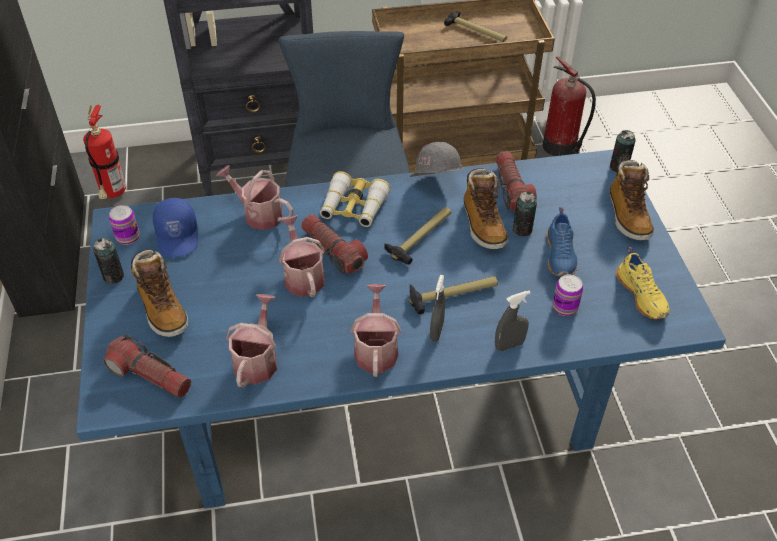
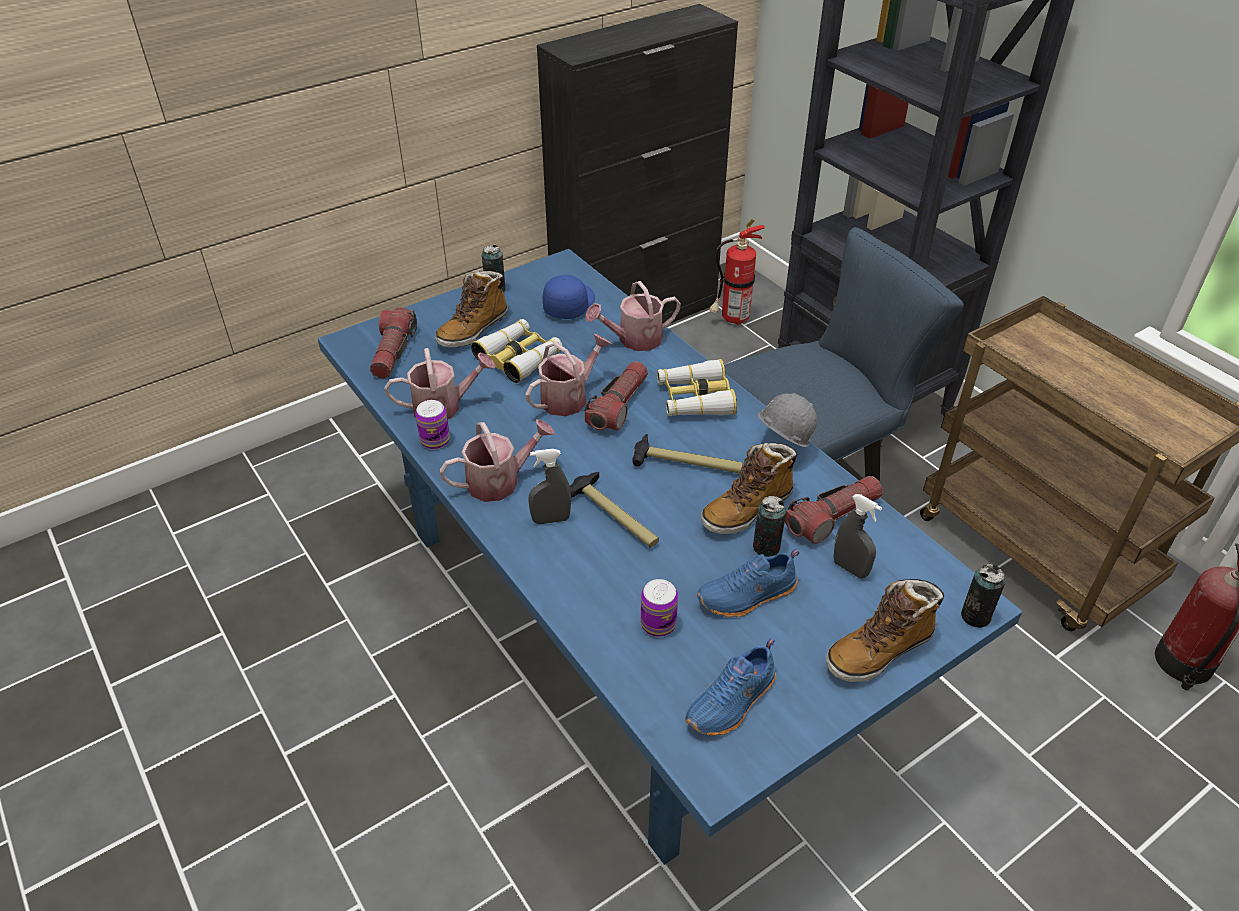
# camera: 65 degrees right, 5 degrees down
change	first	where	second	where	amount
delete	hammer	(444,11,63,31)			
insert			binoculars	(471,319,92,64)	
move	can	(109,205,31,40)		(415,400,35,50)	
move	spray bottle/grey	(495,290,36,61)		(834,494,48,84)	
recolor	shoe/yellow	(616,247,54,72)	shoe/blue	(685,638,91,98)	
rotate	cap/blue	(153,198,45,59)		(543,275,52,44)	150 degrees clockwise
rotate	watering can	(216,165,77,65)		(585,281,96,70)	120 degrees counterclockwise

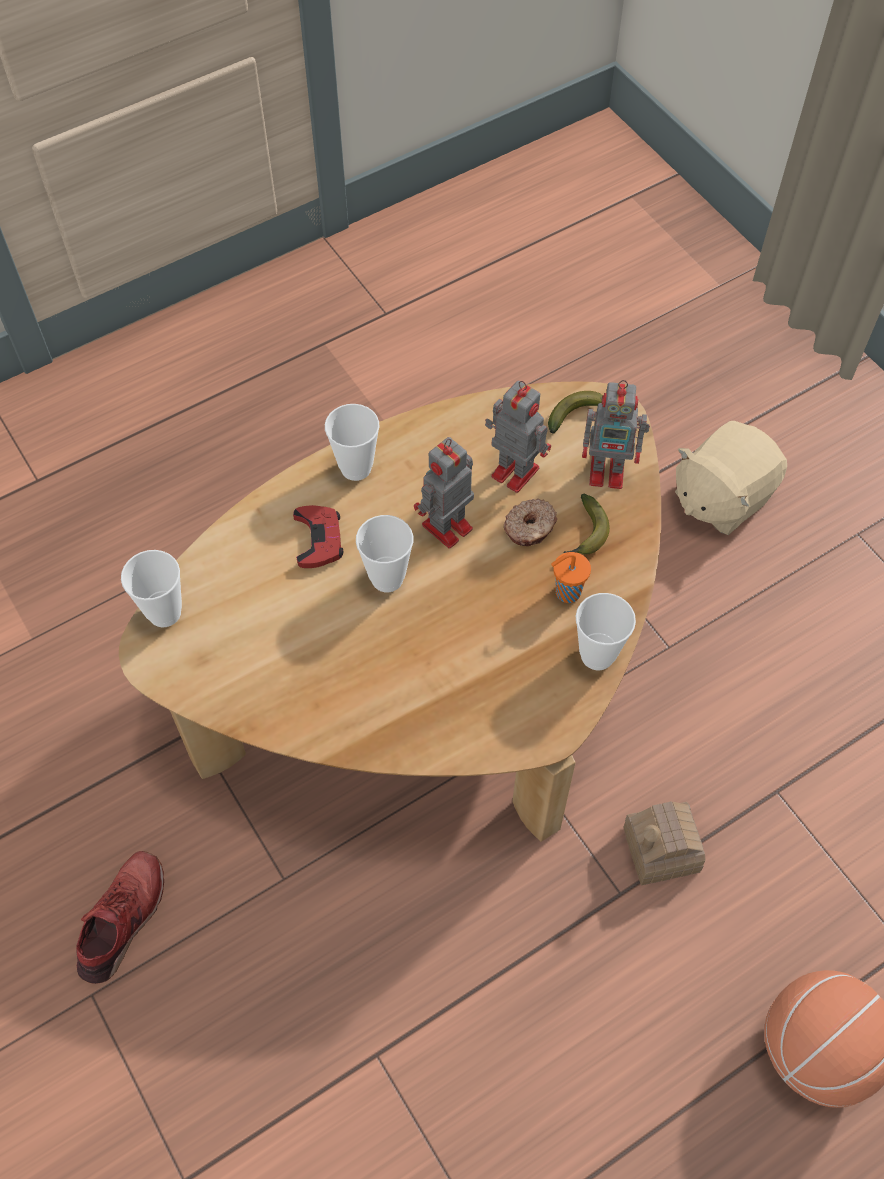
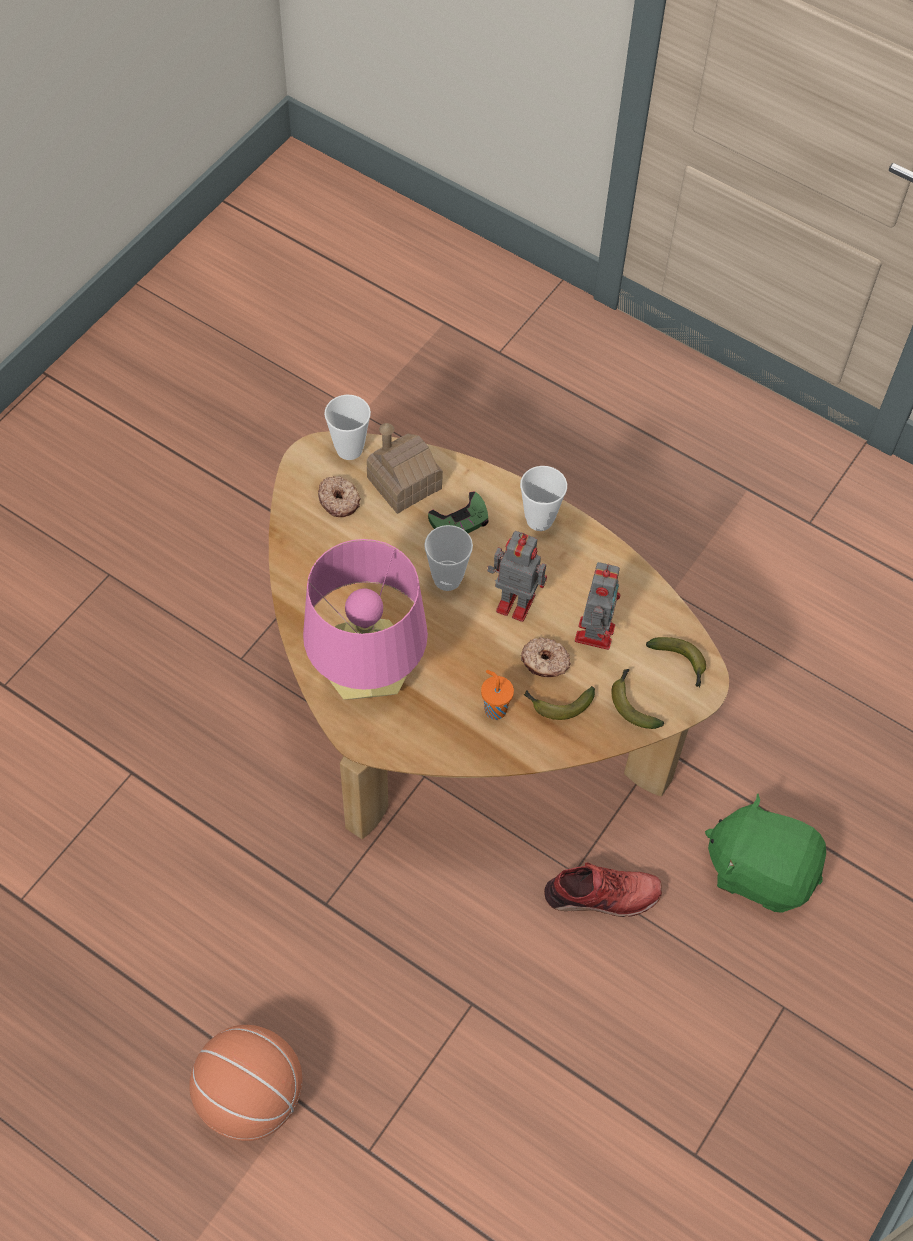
# camera: 65 degrees right, 0 degrees up
change	first	where	second	where	amount
delete	cup	(576,593,60,77)			
insert			table lamp/pink	(303,539,125,161)	
insert			donut	(318,476,43,41)	
move	shoe/red	(76,851,88,133)		(544,863,118,54)	
move	toy house	(623,801,83,84)		(367,423,76,91)	
replace	toy robot	(582,380,68,109)	banana	(611,669,53,60)	
recolor	game controller/red	(293,505,50,63)	game controller/green	(428,492,61,41)	
recolor	plush toy/beige	(675,421,112,114)	plush toy/green	(705,794,121,119)	

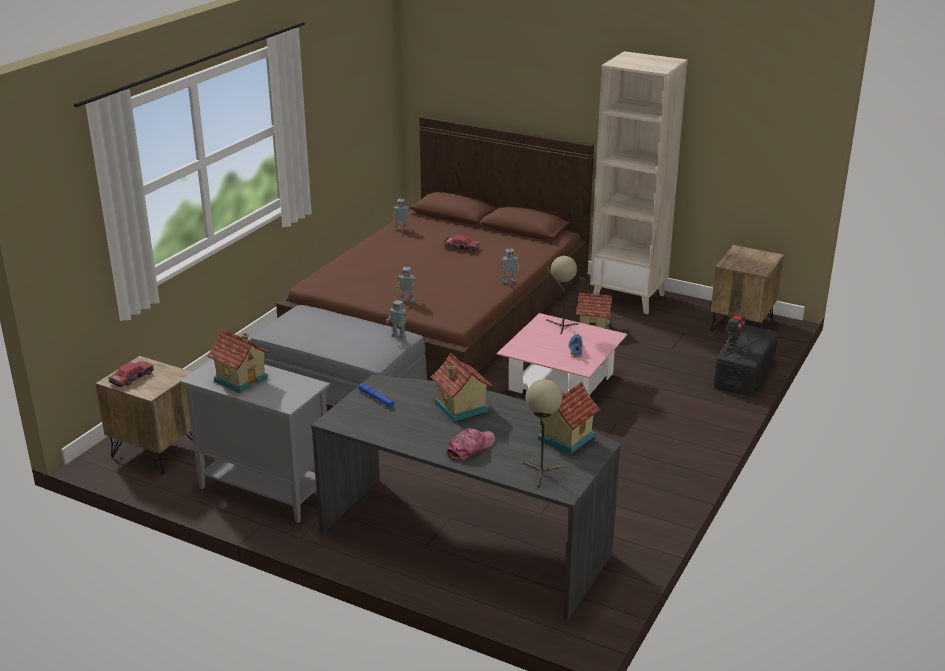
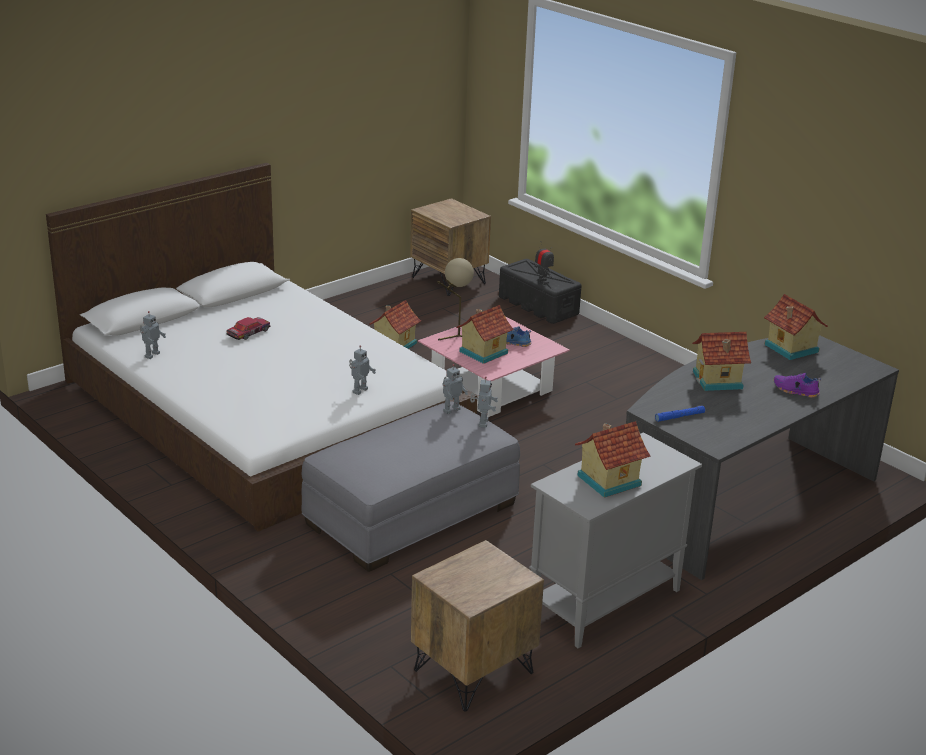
# camera: 70 degrees left, 0 degrees up
change	first	where	second	where	amount
delete	toy car	(108,361,46,26)			
delete	table lamp/beige	(523,379,39,109)			
delete	bookcase/beige	(590,51,97,263)			
insert			toy house	(456,305,58,59)	
move	toy robot	(501,246,18,38)		(470,376,28,52)	
replace	cap	(446,428,49,33)	shoe/purple	(774,373,47,25)	
recolor	bed/brown	(276,116,318,265)	bed/white	(46,163,432,369)	

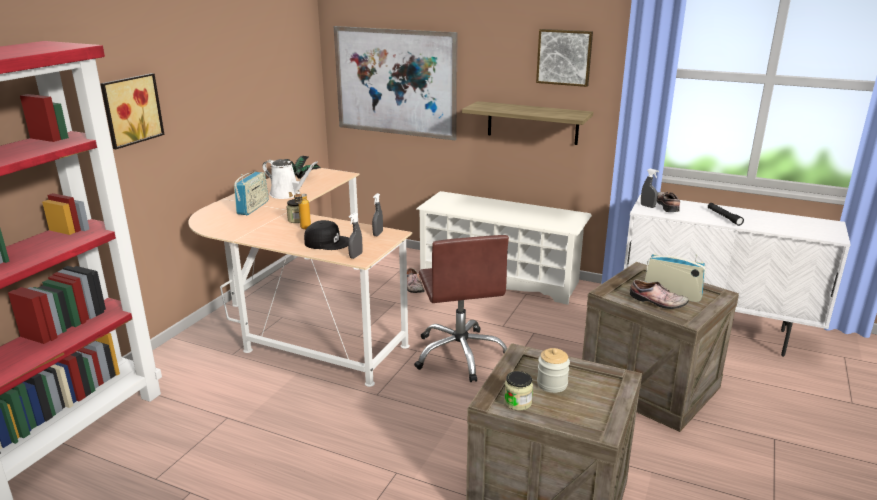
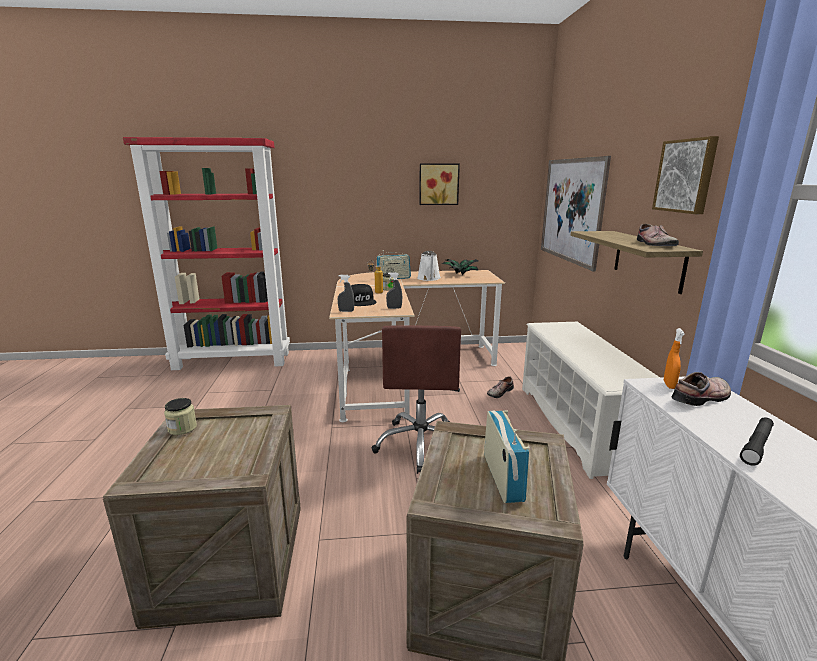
# camera: 60 degrees right, 5 degrees down
change	first	where	second	where	amount
delete	jar	(537,348,33,45)			
move	picture	(100,73,65,76)		(419,163,41,42)	
move	shoe	(630,279,58,30)		(637,224,42,22)	
recolor	spray bottle/grey	(641,169,18,39)	spray bottle/orange	(664,328,21,61)	
rotate	office chair/brown	(414,235,95,147)		(372,325,89,149)	45 degrees counterclockwise

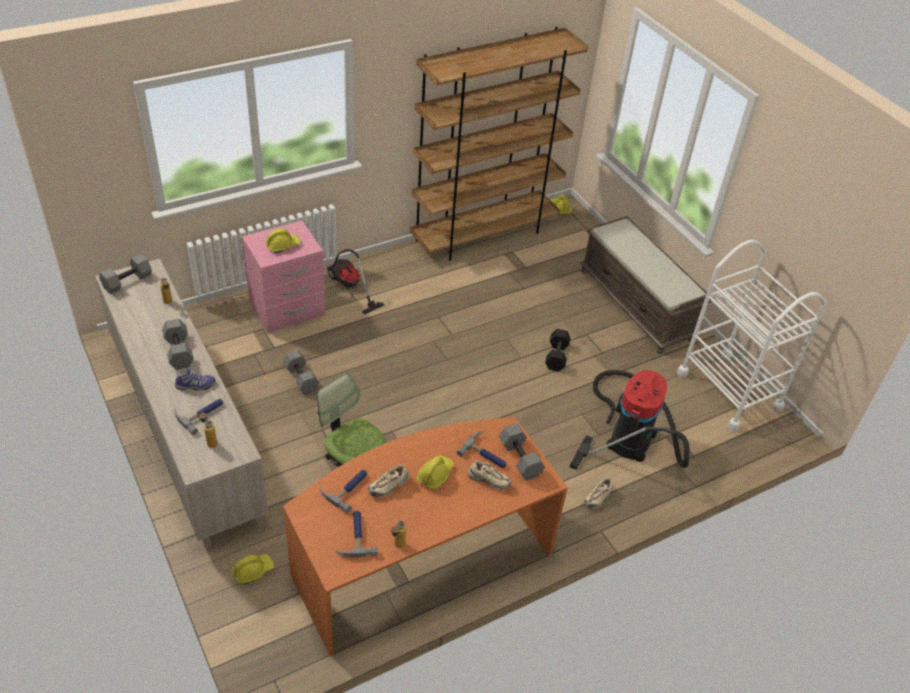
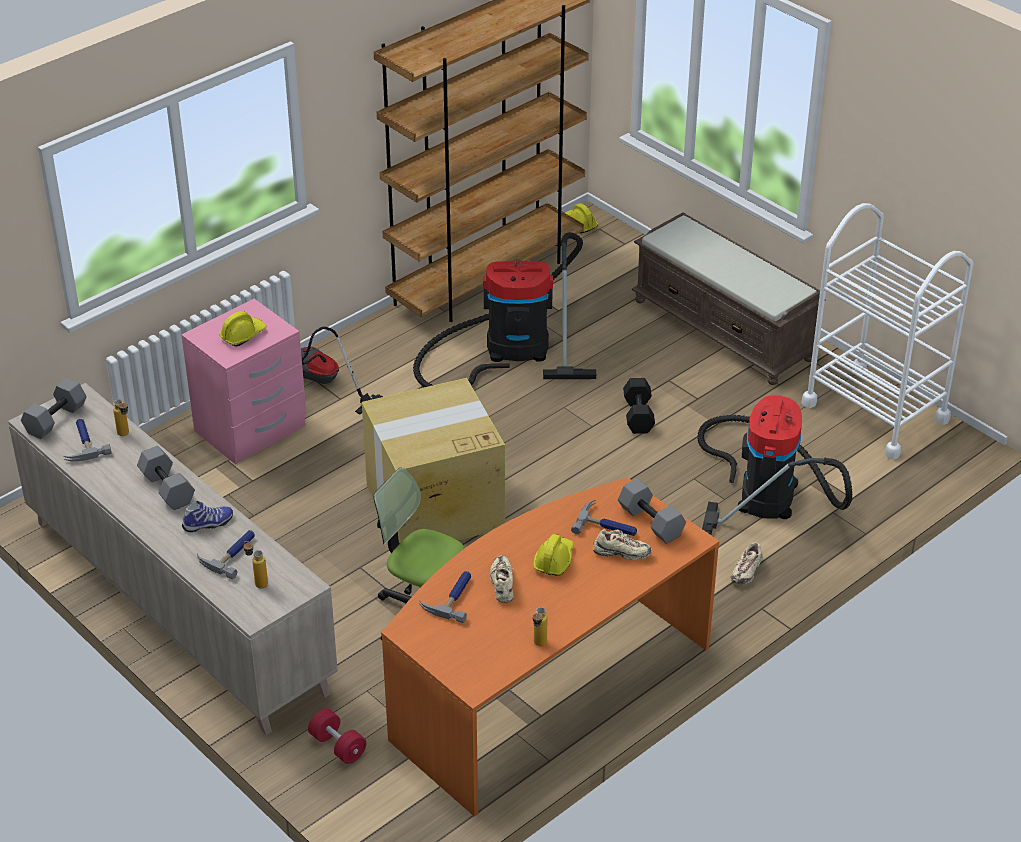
# camera: 10 degrees left, 5 degrees down
change	first	where	second	where	amount
delete	dumbbell/grey	(283,350,36,44)			
insert			cardboard box	(362,378,143,165)	
insert			vacuum cleaner	(413,232,183,155)	
move	hammer	(336,511,42,46)		(63,419,49,42)	
replace	hard hat/yellow	(232,554,42,30)	dumbbell/red	(308,708,59,56)	
rotate	shoe/beige	(367,464,43,33)		(490,555,24,48)	135 degrees clockwise

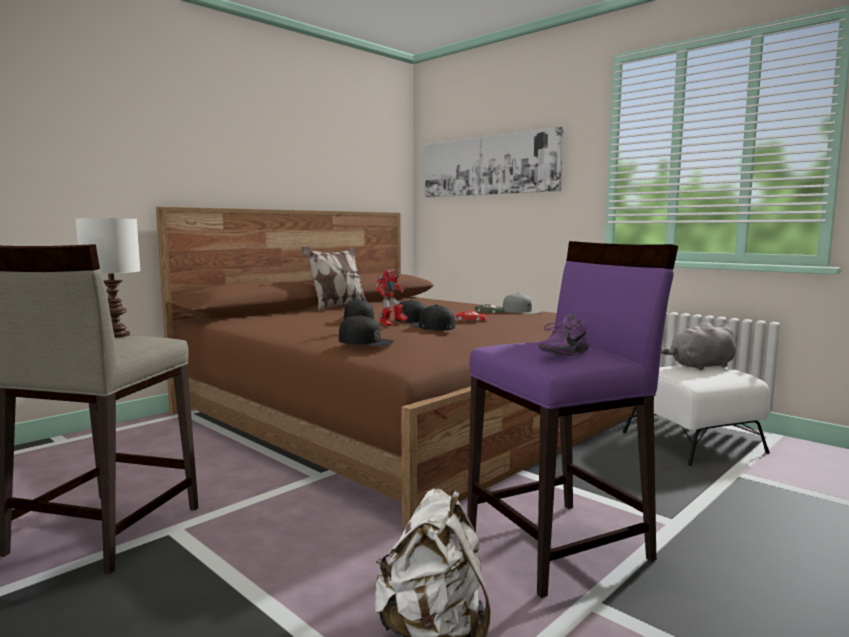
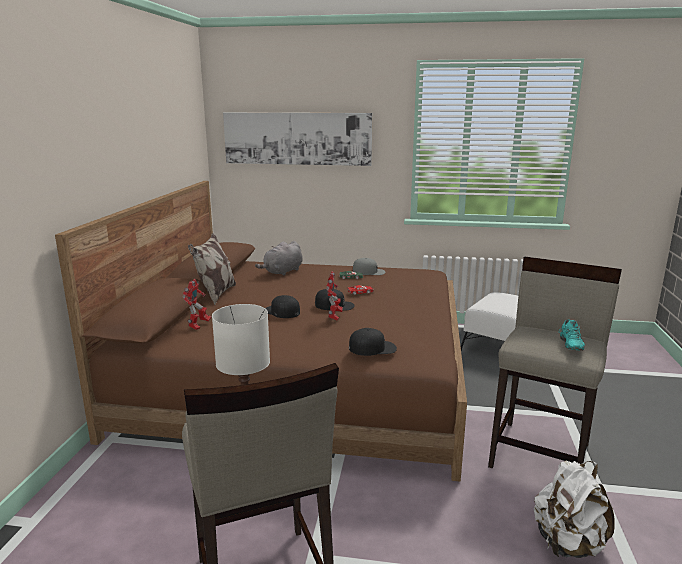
# camera: 35 degrees left, 10 degrees up
change	first	where	second	where	amount
delete	cap/black	(410,304,45,27)			
insert			toy robot	(182,279,29,51)	
move	plush toy/grey	(661,322,75,48)		(255,241,47,35)	
recolor	stool/purple	(467,241,211,357)	stool/beige	(488,257,134,211)	
recolor	shoe/purple	(539,314,50,42)	shoe/turquoise	(559,319,26,32)	

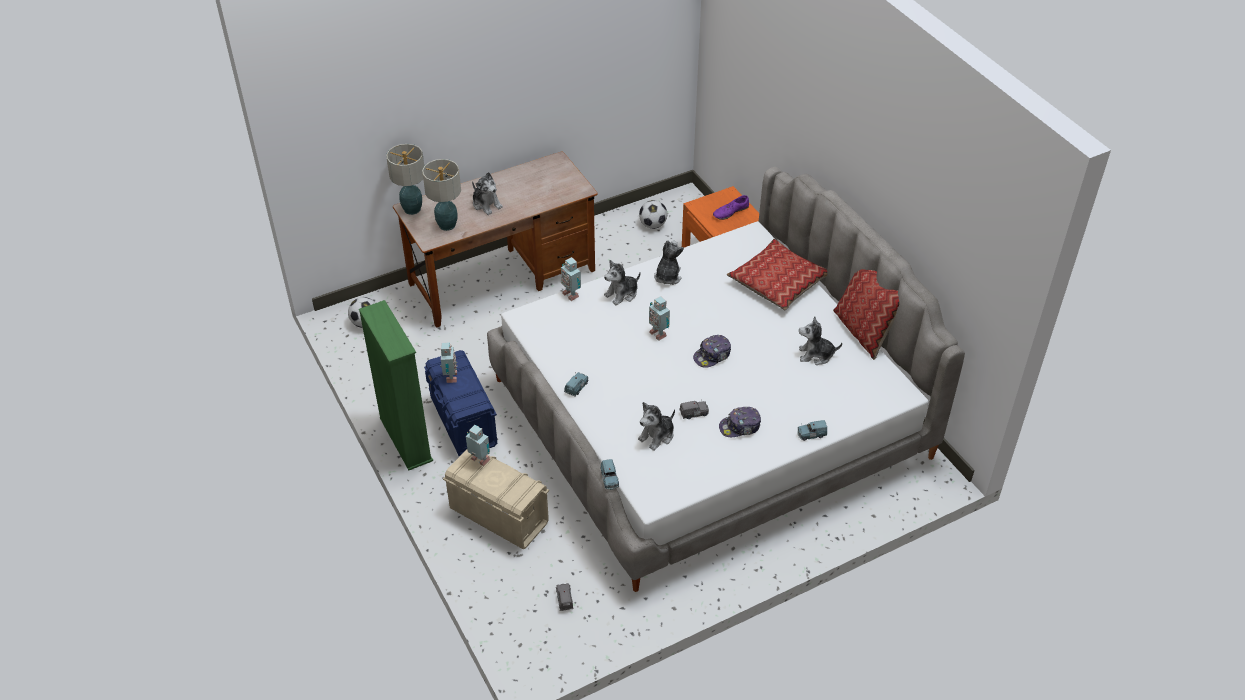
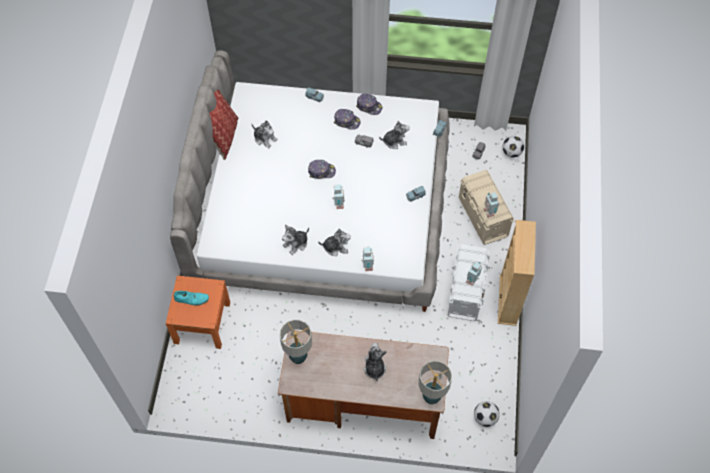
# camera: 145 degrees left, 15 degrees up
change	first	where	second	where	amount
delete	pillow	(727,239,100,71)			
insert			cap	(356,94,26,21)	
move	table lamp	(422,159,39,72)		(280,320,32,44)	
move	football	(639,200,28,29)		(502,136,22,22)	
recolor	bookcase/green	(359,300,74,170)	bookcase/beige	(498,220,38,106)	
recolor	storage box/blue	(424,350,73,107)	storage box/white	(448,244,42,77)	
recolor	shoe/purple	(713,195,36,25)	shoe/turquoise	(174,291,35,15)	

